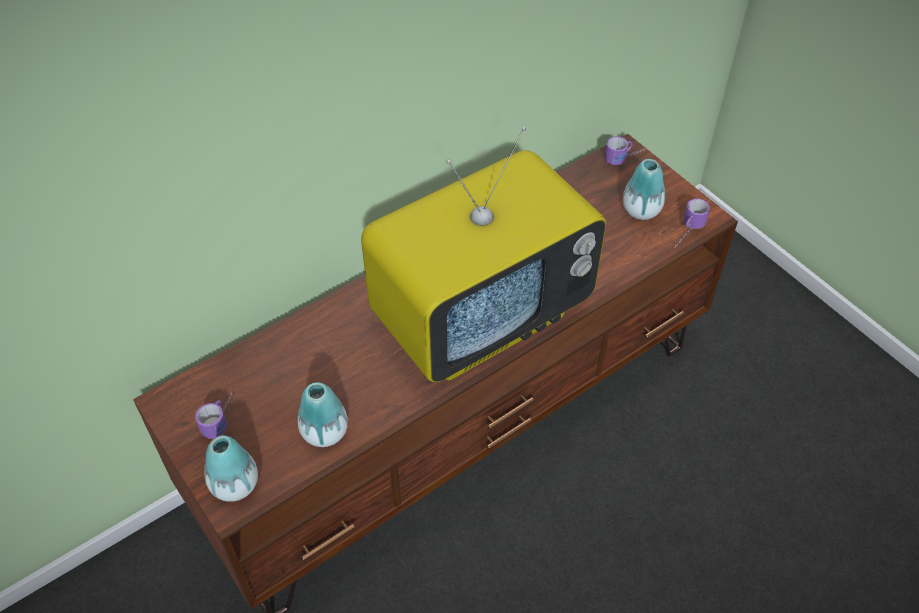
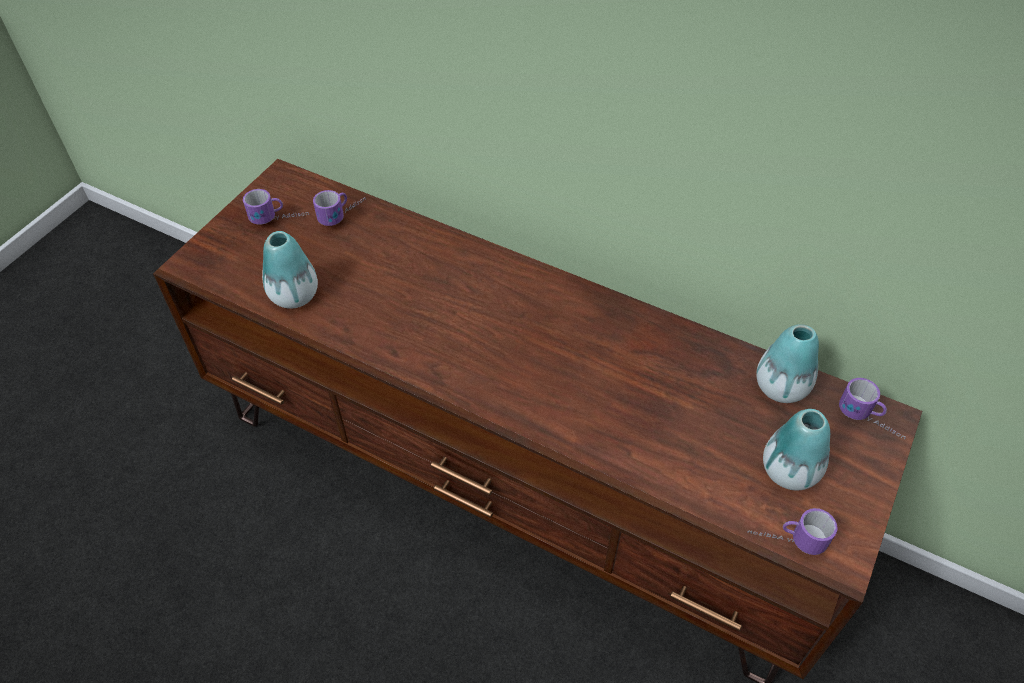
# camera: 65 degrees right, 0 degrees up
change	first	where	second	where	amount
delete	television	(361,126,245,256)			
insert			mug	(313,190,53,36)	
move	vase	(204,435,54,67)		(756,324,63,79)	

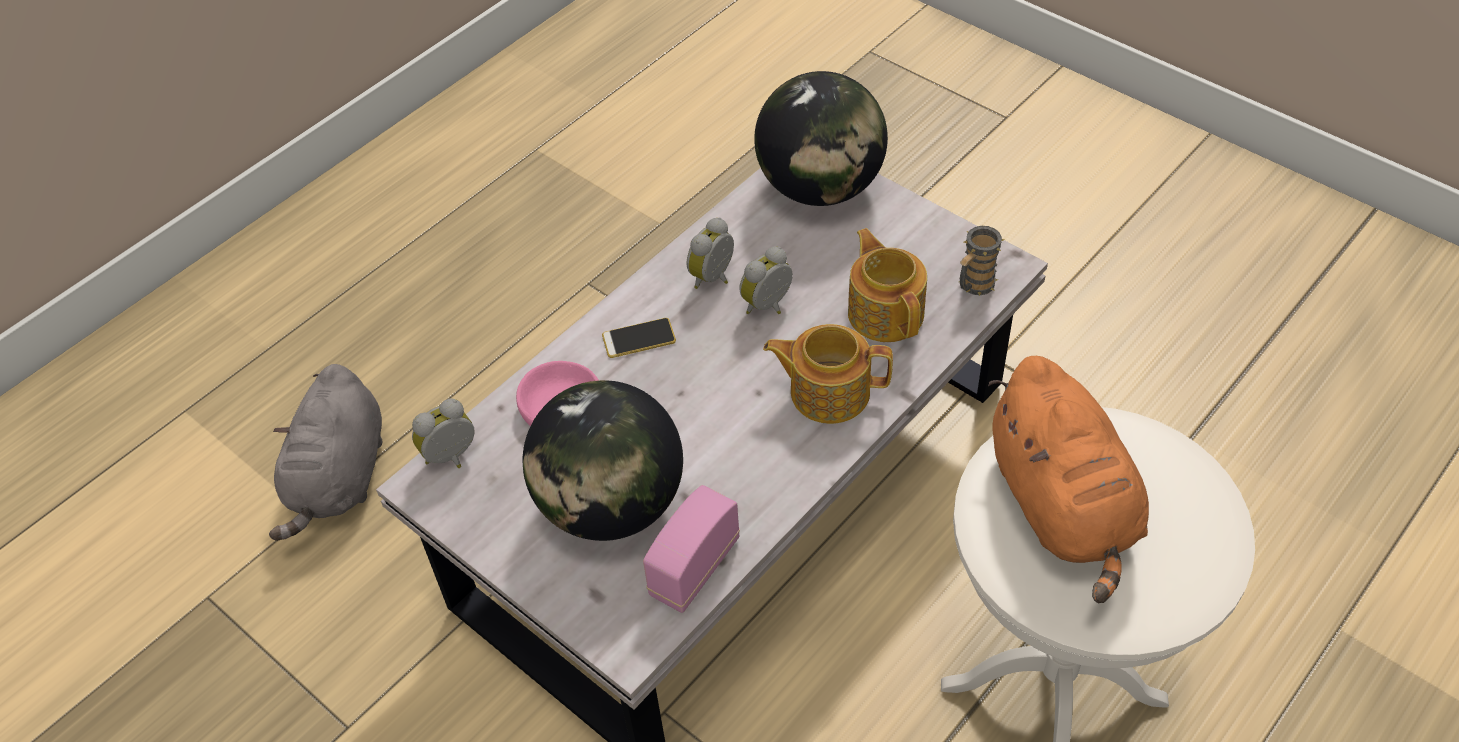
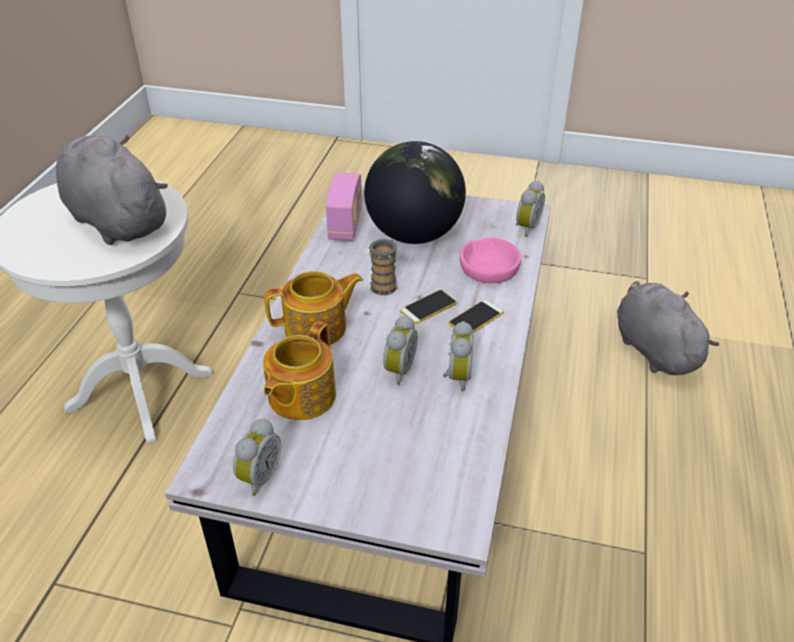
# camera: 150 degrees right, 10 degrees down
change	first	where	second	where	amount
delete	globe	(754,71,134,135)			
insert			alarm clock	(233,418,48,78)	
insert			phone	(400,290,57,34)	
move	mug	(959,226,45,70)		(368,239,30,56)	
recolor	plush toy/orange	(988,356,161,247)	plush toy/grey	(56,135,112,110)	
rotate	teapot	(848,228,79,114)		(263,321,73,99)	75 degrees clockwise

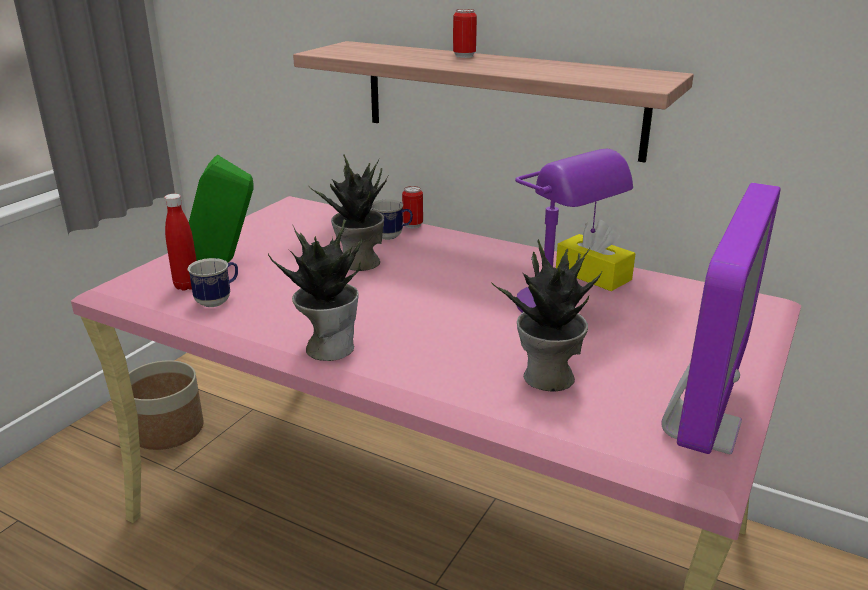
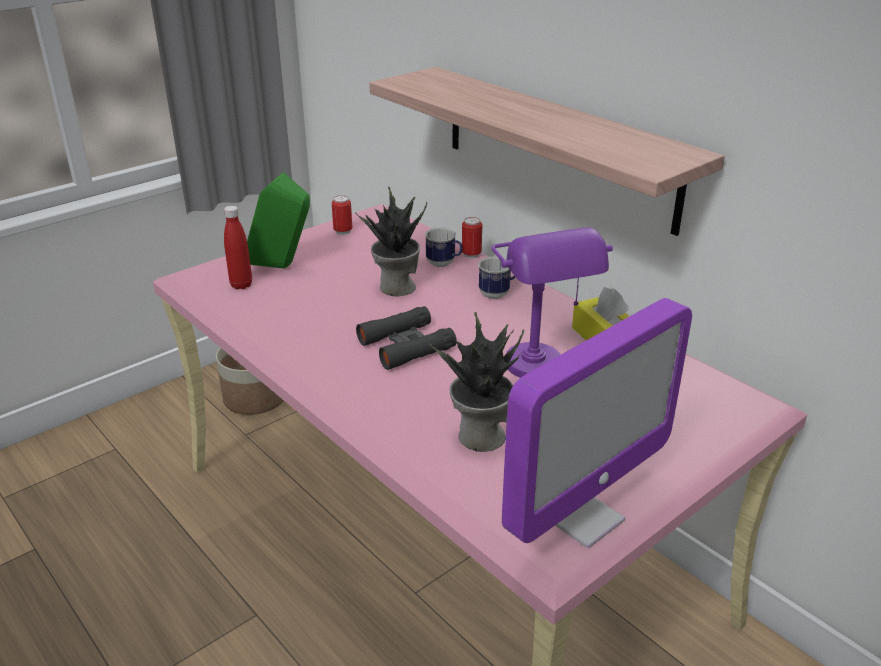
# camera: 20 degrees right, 5 degrees up
change	first	where	second	where	amount
delete	potted plant	(268,219,95,142)			
insert			binoculars/black	(356,306,101,64)	
move	mug	(188,258,50,49)		(478,257,38,42)	
move	can	(453,9,24,49)		(332,195,20,40)	

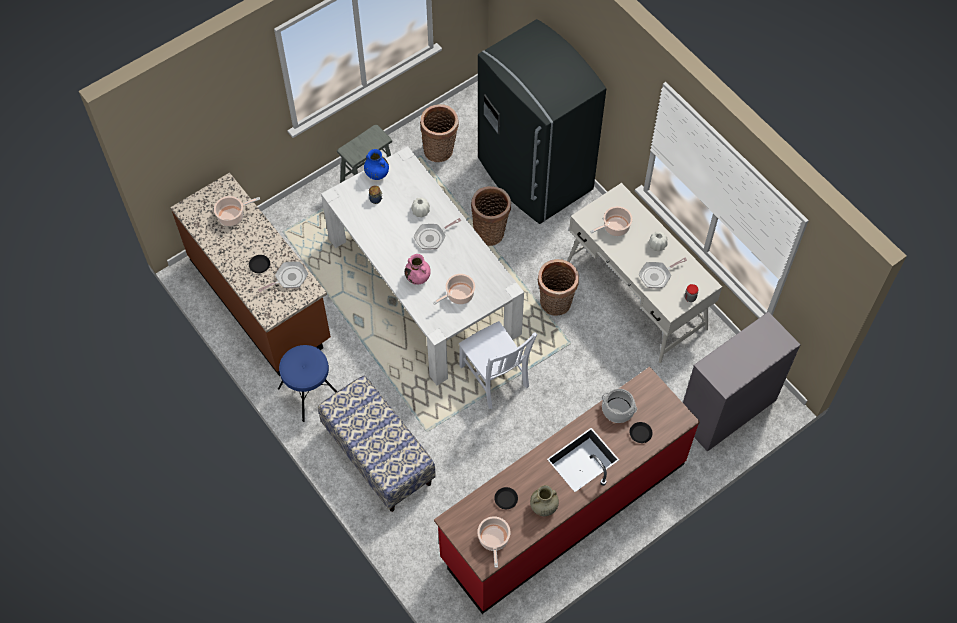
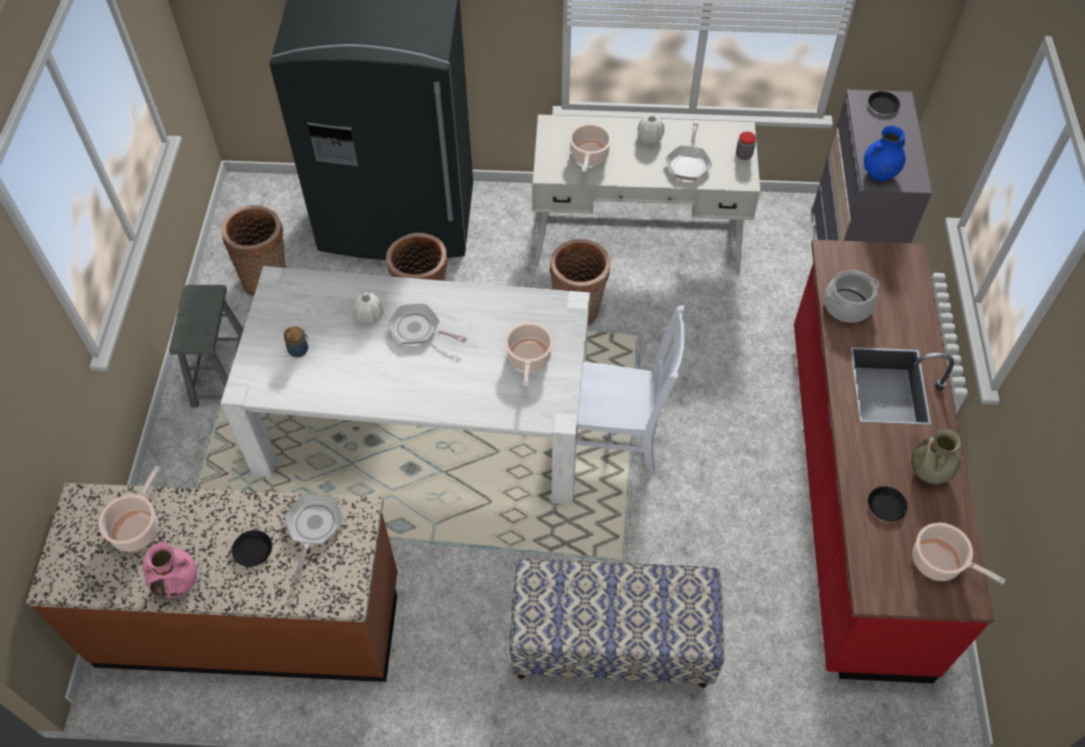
# camera: 50 degrees left, 5 degrees down
change	first	where	second	where	amount
delete	stool/blue	(278,345,59,77)			
move	vase/blue	(364,149,25,31)		(864,126,41,55)	
move	vase/pink	(405,254,26,31)		(142,542,55,57)	
move	plate/black	(629,422,24,21)		(868,91,32,22)	
rotate	frying pan	(413,218,48,31)		(387,304,80,41)	105 degrees clockwise

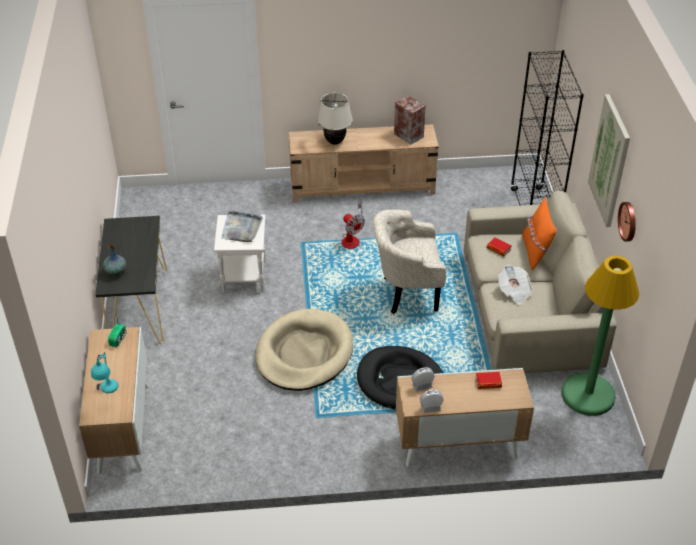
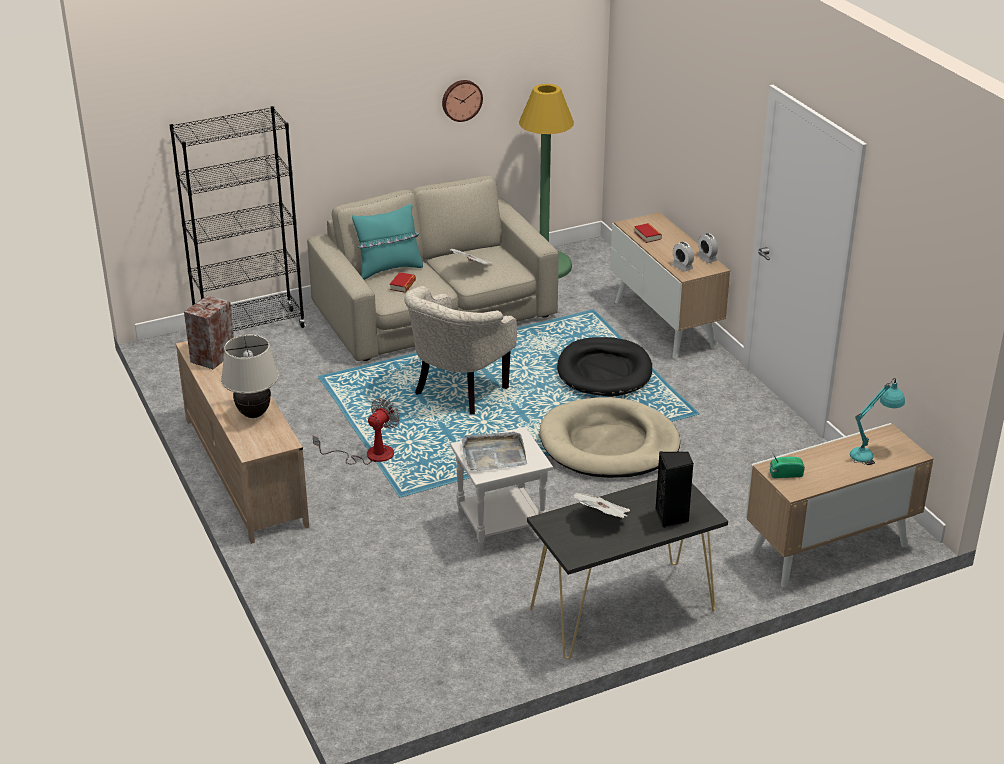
# camera: 110 degrees left, 10 degrees down
change	first	where	second	where	amount
delete	picture	(588,94,42,133)			
insert			newspaper	(574,493,56,25)	
replace	vase	(103,244,23,32)	speaker/black	(655,451,38,77)	
recolor	pillow/orange	(522,197,35,73)	pillow/turquoise	(352,204,71,76)	
rotate	armchair/beige	(373,209,73,105)		(404,286,113,129)	60 degrees clockwise

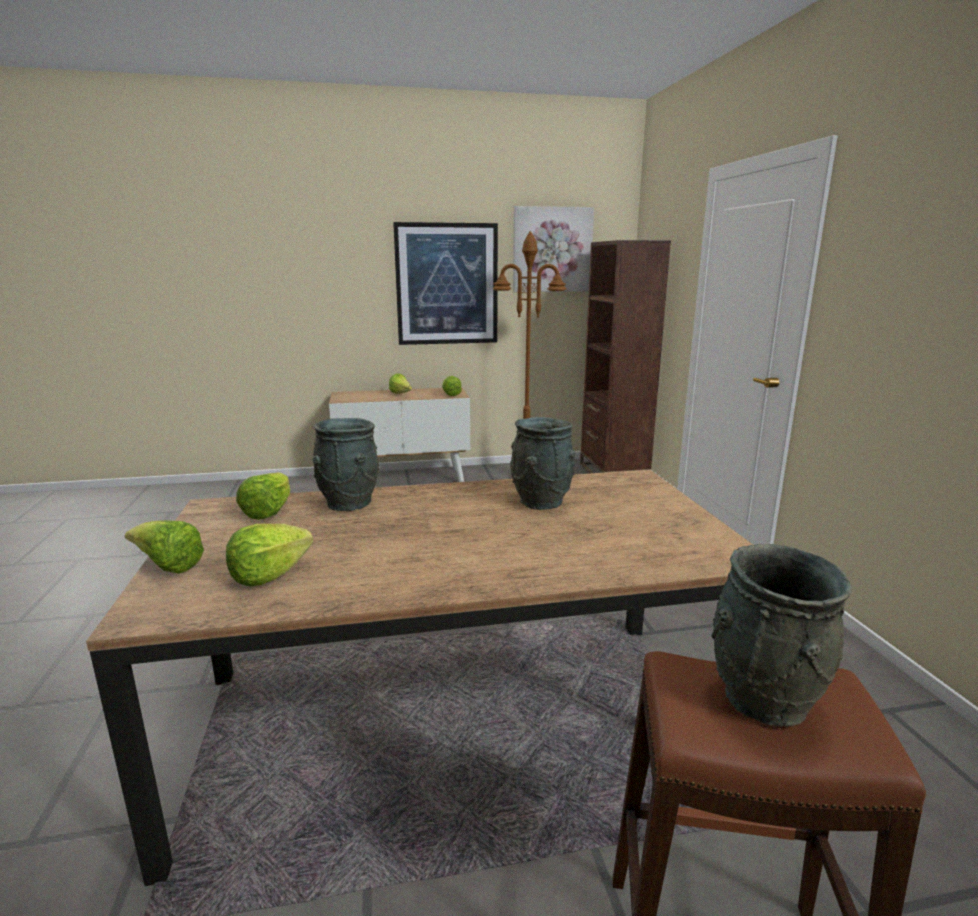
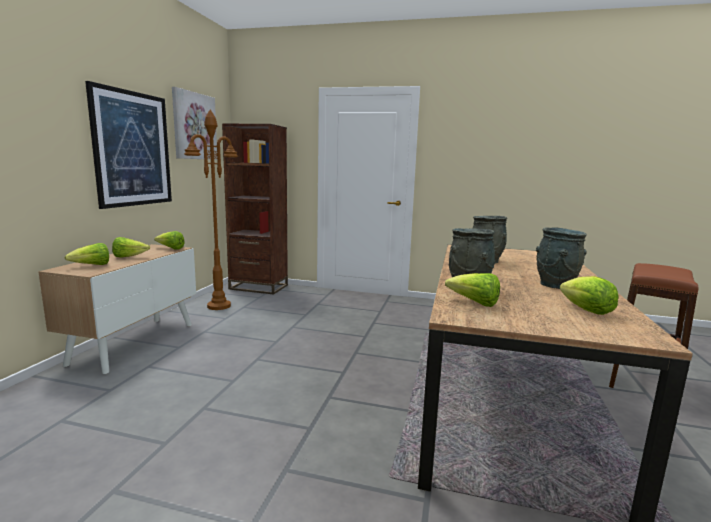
# camera: 65 degrees left, 5 degrees down
change	first	where	second	where	amount
move	lettuce	(125,520,79,54)		(65,243,44,22)	
move	vase/grey	(711,544,141,183)		(536,227,51,62)	

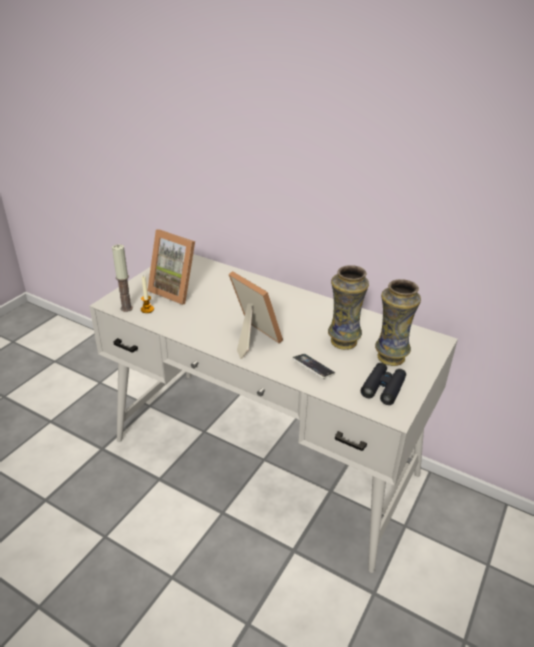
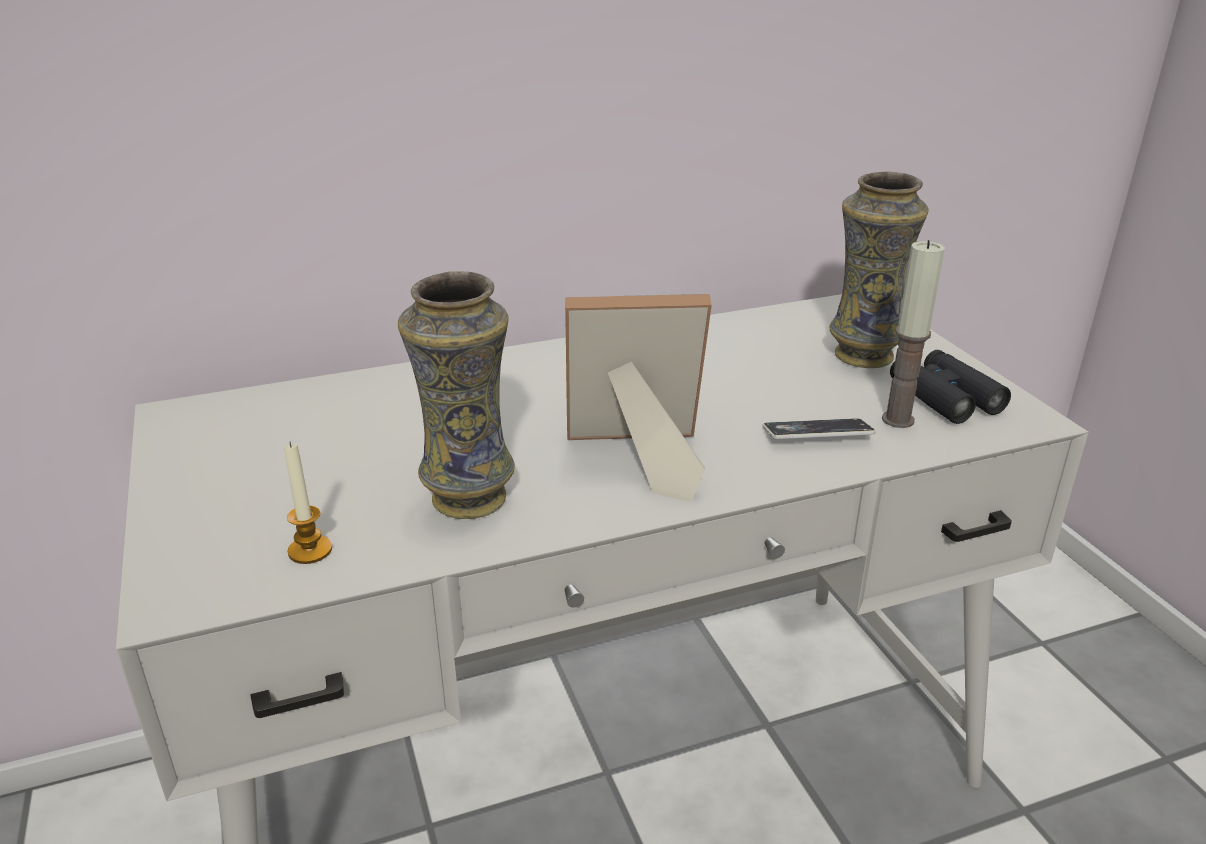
# camera: 50 degrees left, 5 degrees down
change	first	where	second	where	amount
delete	picture frame	(147,229,48,76)			
move	candle	(112,244,21,68)		(882,240,63,188)	
move	vase	(328,265,41,85)		(398,271,117,248)	

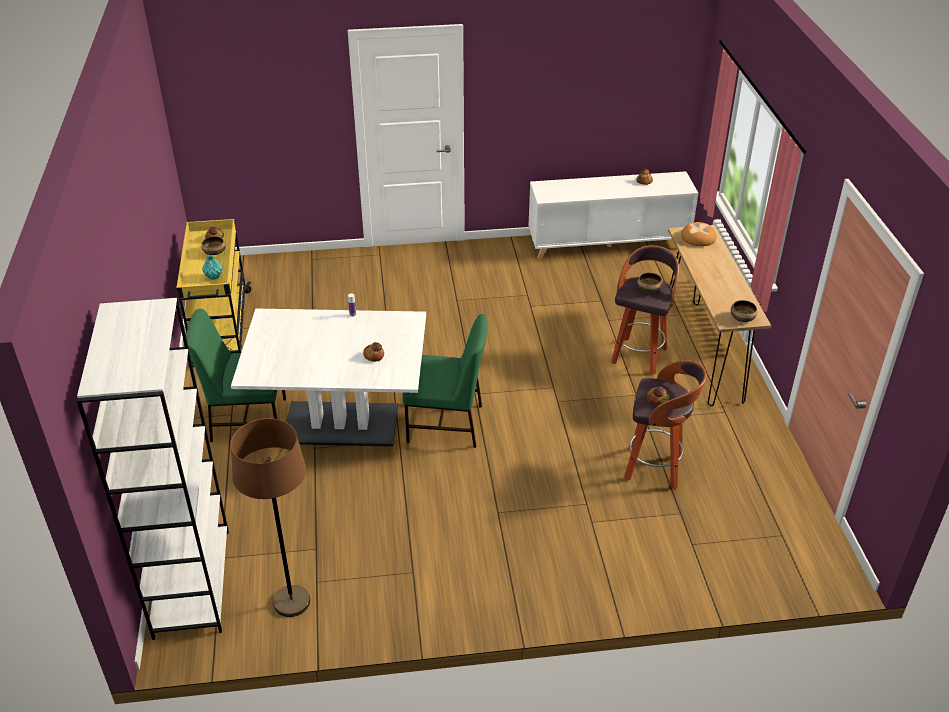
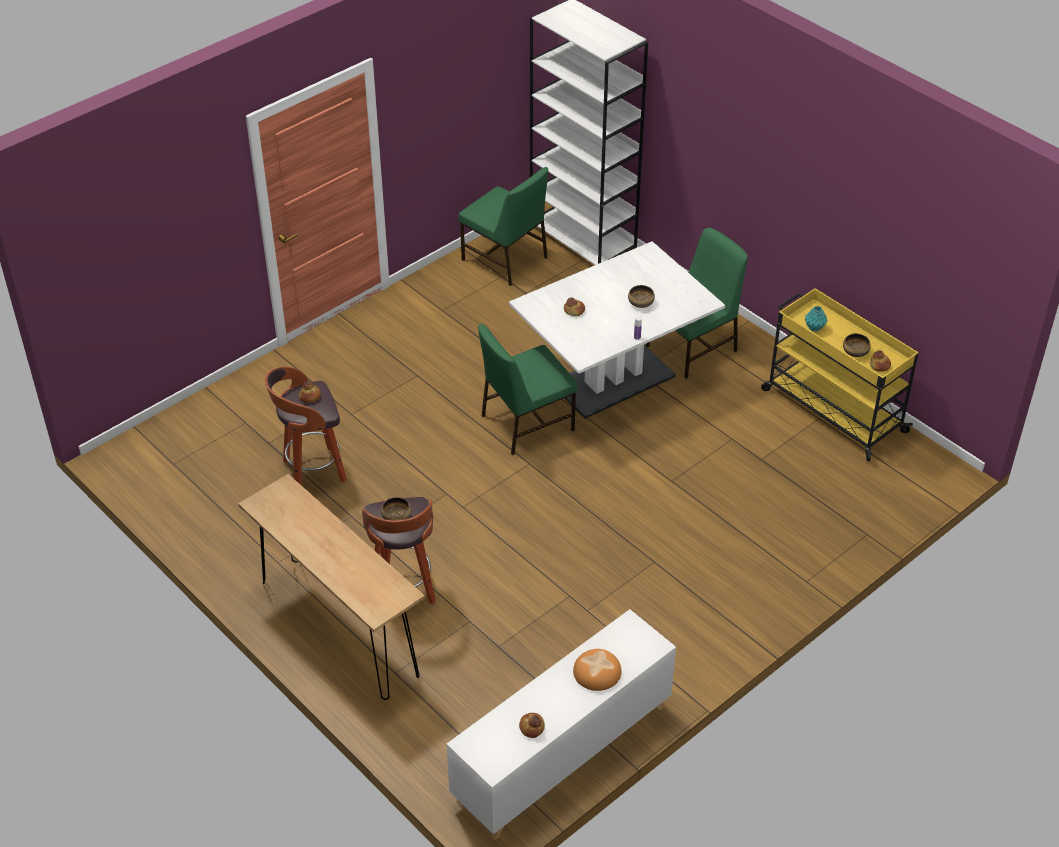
# camera: 145 degrees right, 5 degrees up
change	first	where	second	where	amount
move	bread	(681,222,36,24)		(573,649,48,42)	
move	bowl	(731,300,26,22)		(628,285,27,23)	
replace	floor lamp/brown	(231,418,79,199)	chair/green	(459,167,89,119)	

